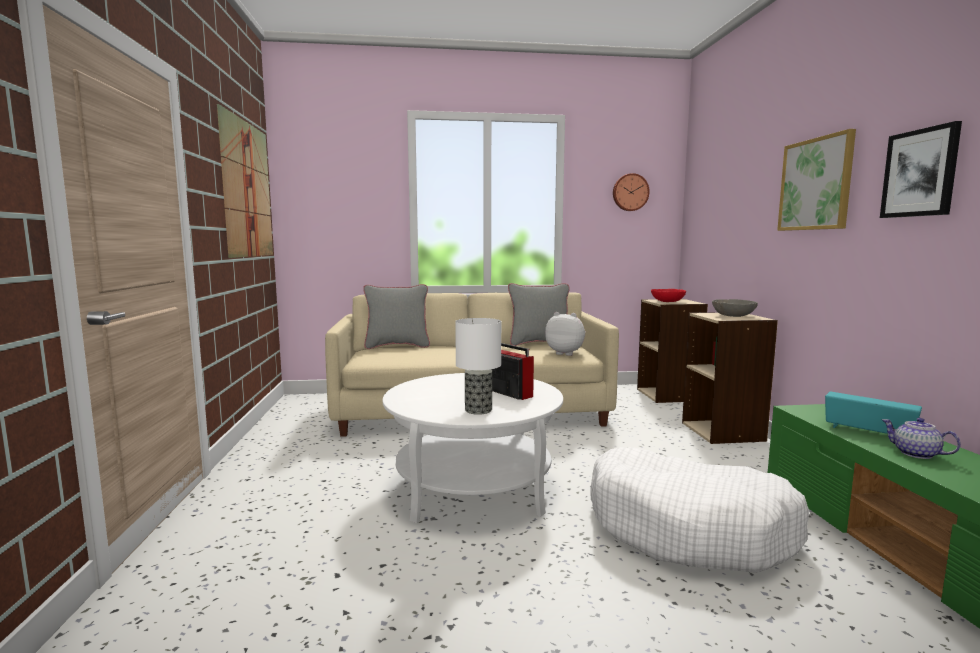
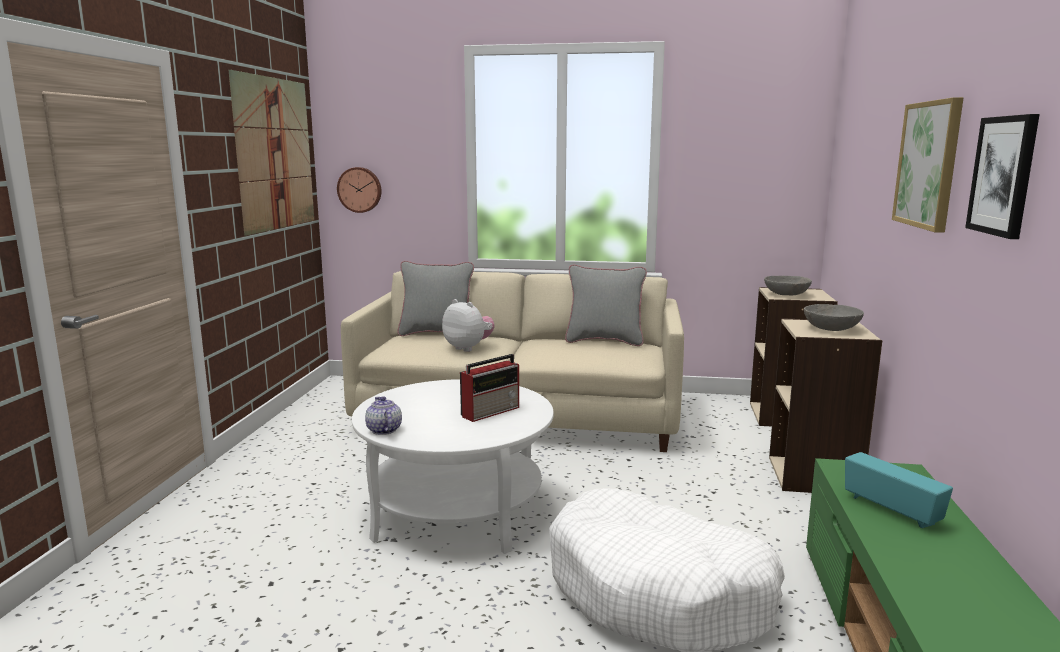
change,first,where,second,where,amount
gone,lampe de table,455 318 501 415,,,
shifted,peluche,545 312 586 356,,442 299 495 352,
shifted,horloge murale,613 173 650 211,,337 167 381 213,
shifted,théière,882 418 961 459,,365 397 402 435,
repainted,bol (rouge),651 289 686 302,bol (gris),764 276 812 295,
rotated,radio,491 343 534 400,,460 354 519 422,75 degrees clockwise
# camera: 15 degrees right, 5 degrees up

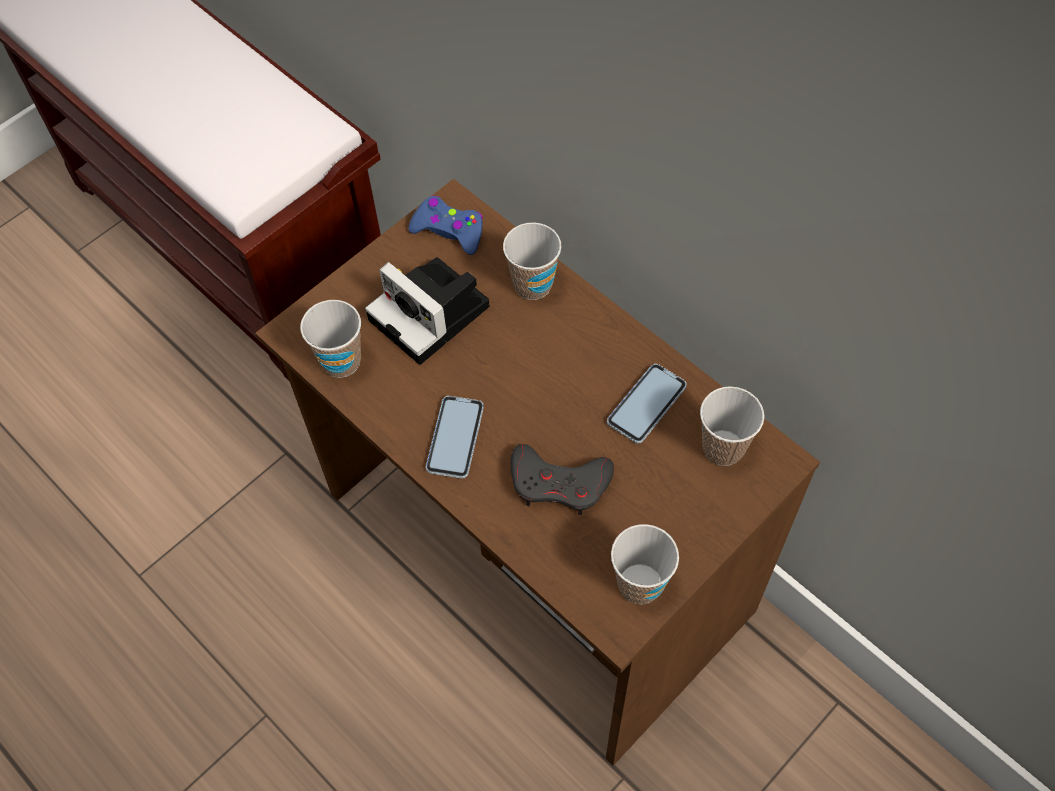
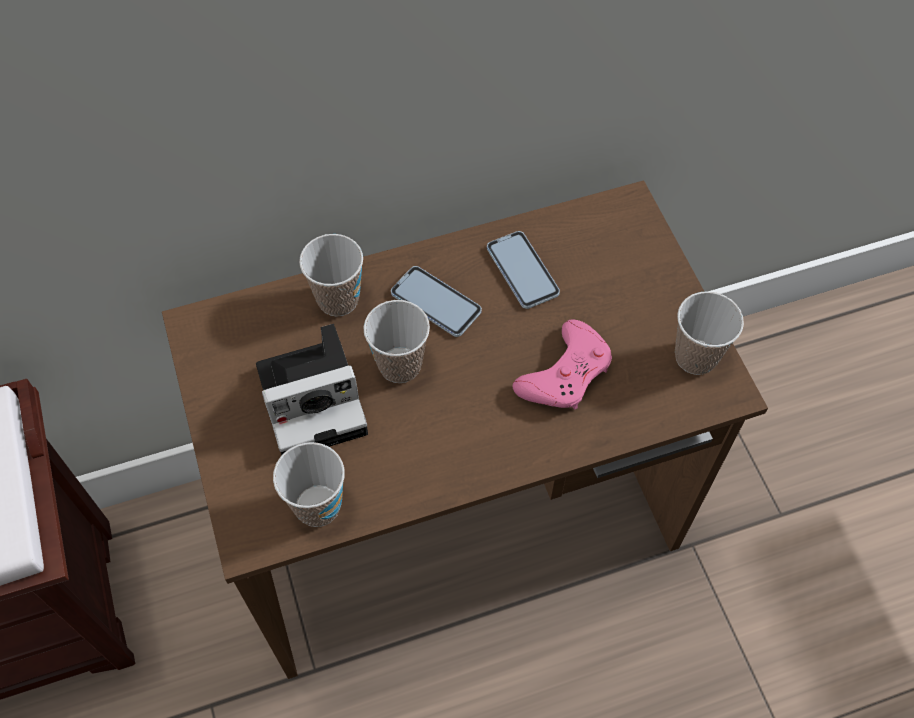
change,first,where,second,where,amount
gone,manette (bleu),409 196 483 255,,,
shifted,téléphone,426 396 484 479,,391 266 482 337,
shifted,tasse,700 386 764 466,,363 300 430 383,
repainted,manette (gris),511 444 614 515,manette (rose),513 319 612 410,
# camera: 65 degrees left, 0 degrees up

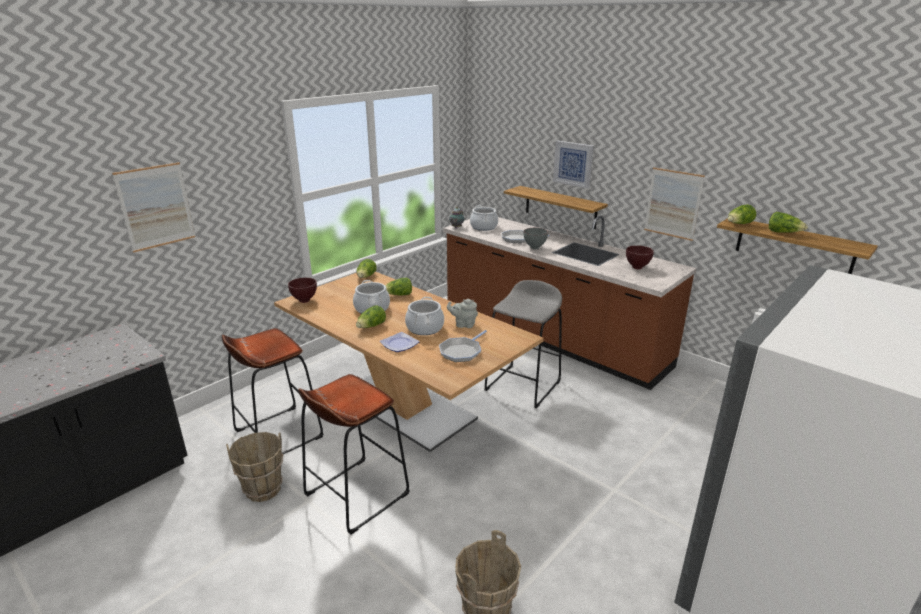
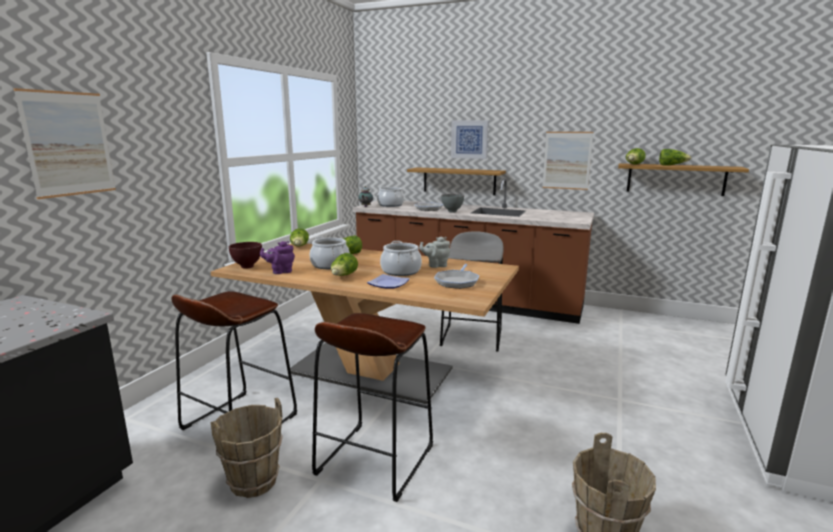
change,first,where,second,where,amount
gone,bol (marron),626 245 654 269,,,
new,,,théière (violet),260 241 295 274,
# camera: 20 degrees left, 10 degrees down

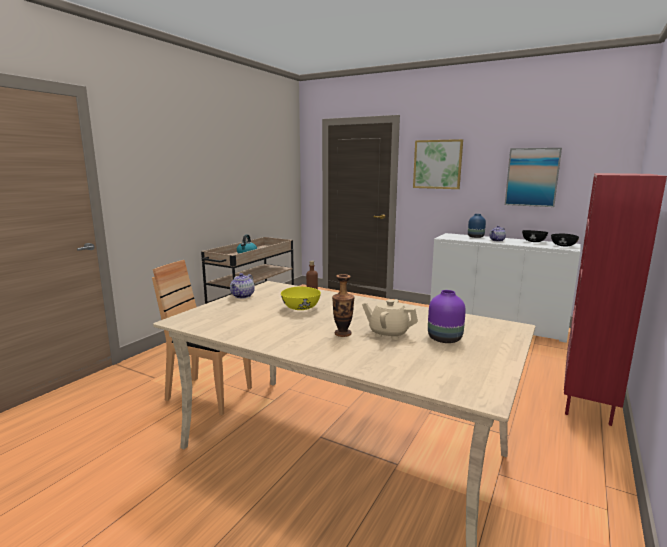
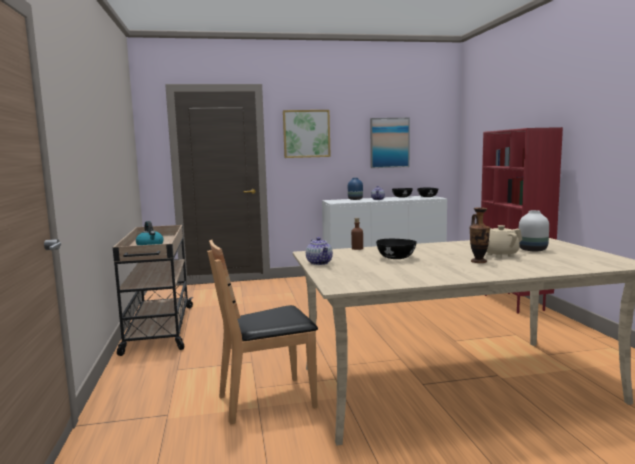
change,first,where,second,where,amount
repainted,bol (jaune),281 286 321 310,bol (noir),376 239 417 259,
repainted,vase (violet),428 290 466 343,vase (blanc),519 210 549 251,
# camera: 40 degrees left, 5 degrees down

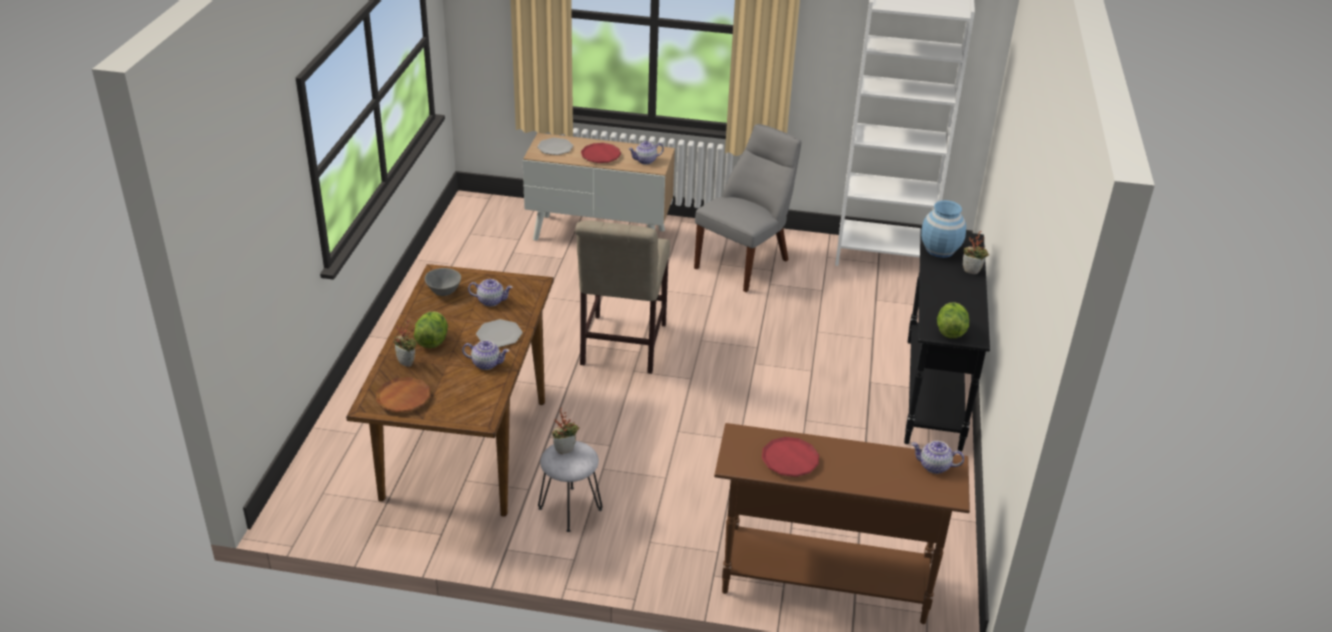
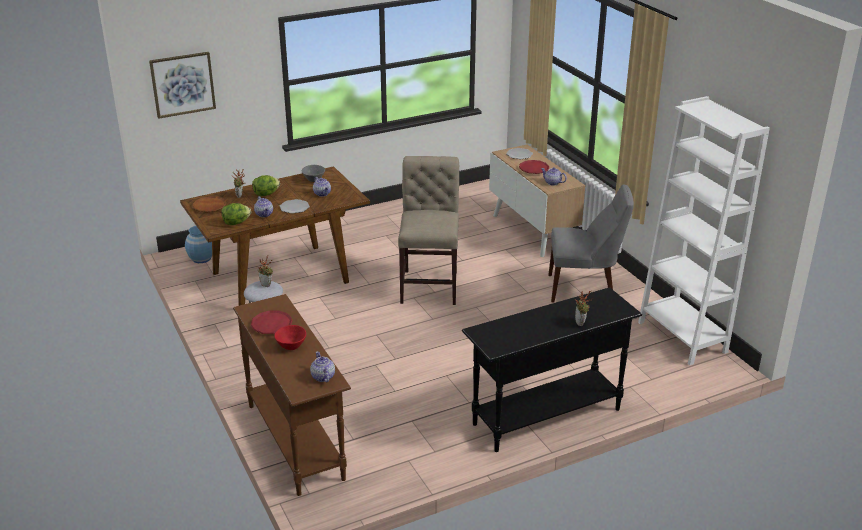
change,first,where,second,where,amount
new,,,tableau,149 52 216 119,
new,,,bol (rouge),274 325 306 350,
shifted,vase (bleu),921 200 966 258,,185 226 212 263,
shifted,laitue,937 302 969 338,,222 203 251 225,
rotated,chaise (beige),575 220 670 374,,398 156 459 305,120 degrees clockwise
# camera: 55 degrees right, 5 degrees down

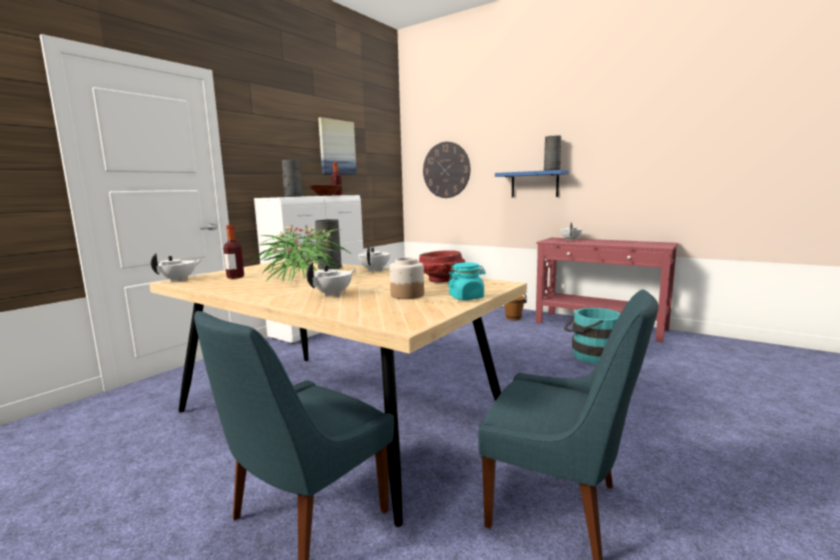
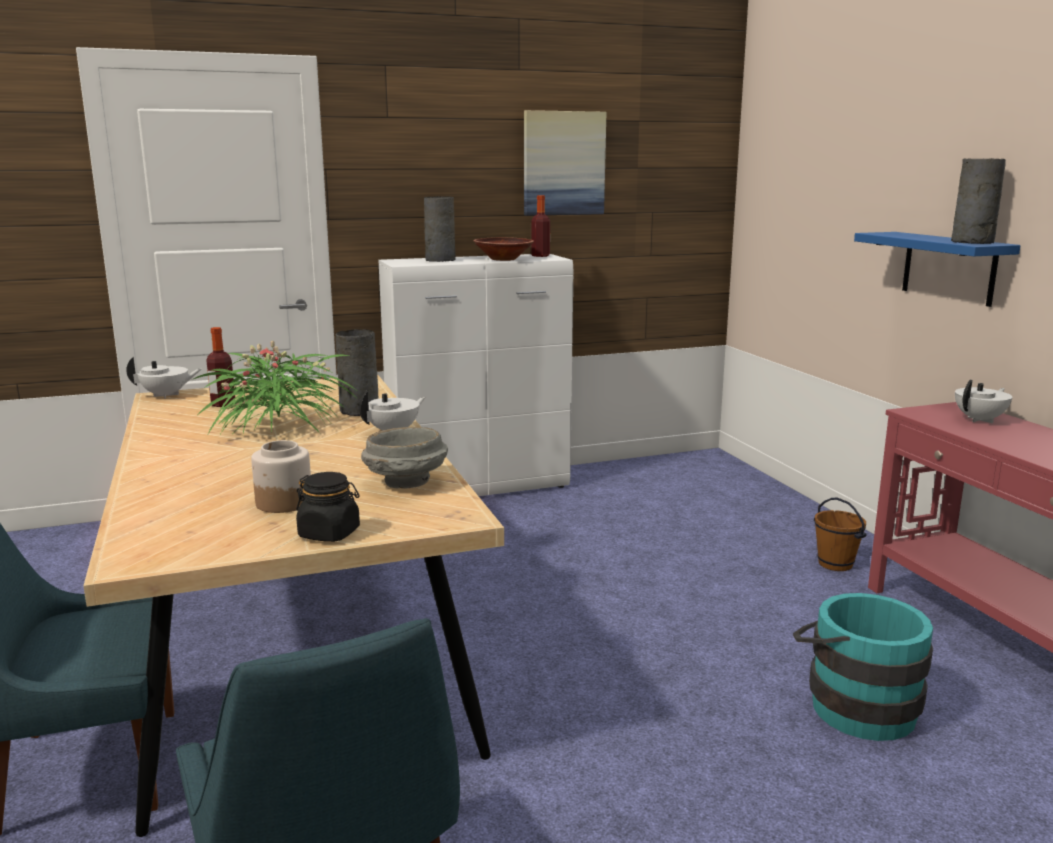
change,first,where,second,where,amount
gone,théière (blanc),307 262 356 297,,,
gone,horloge murale,423 142 470 198,,,
repainted,bol (rouge),418 250 465 283,bol (gris),361 427 448 489,
repainted,bocal (turquoise),448 262 486 300,bocal (noir),296 472 360 542,
# camera: 35 degrees right, 5 degrees up

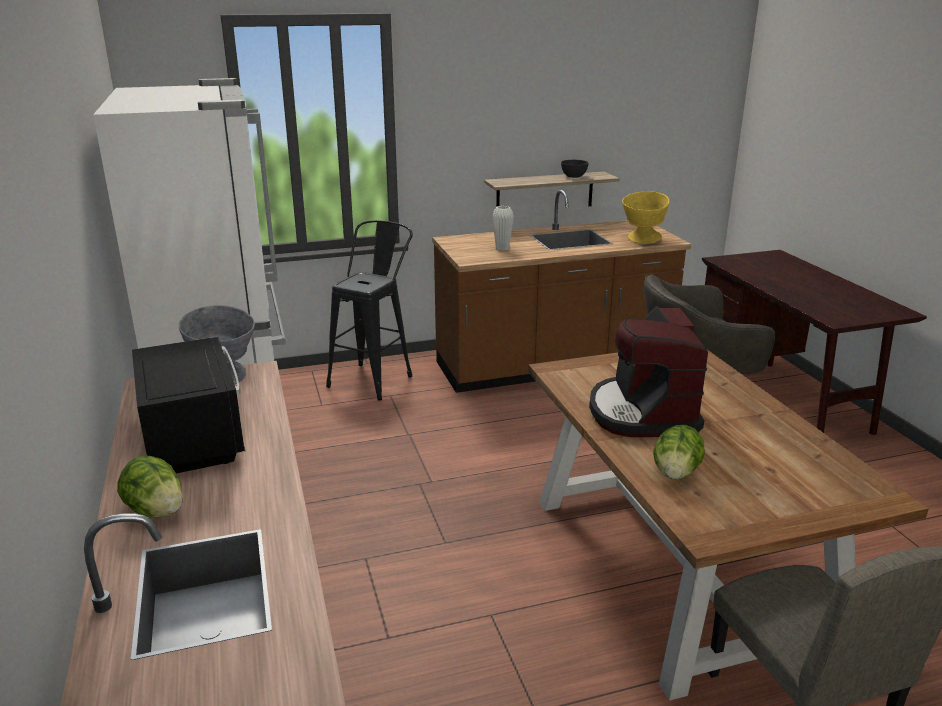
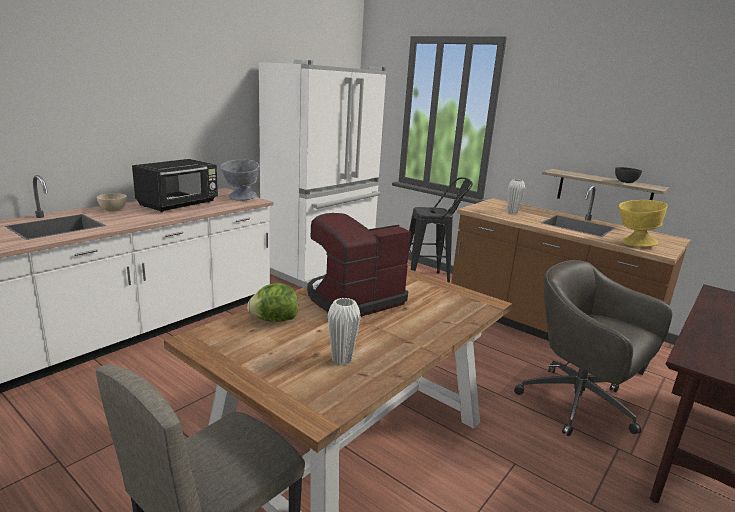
change,first,where,second,where,amount
new,,,vase (blanc),328 298 361 365,
swapped,laitue,117 455 183 518,bol (beige),97 193 127 212,
# camera: 55 degrees right, 5 degrees down

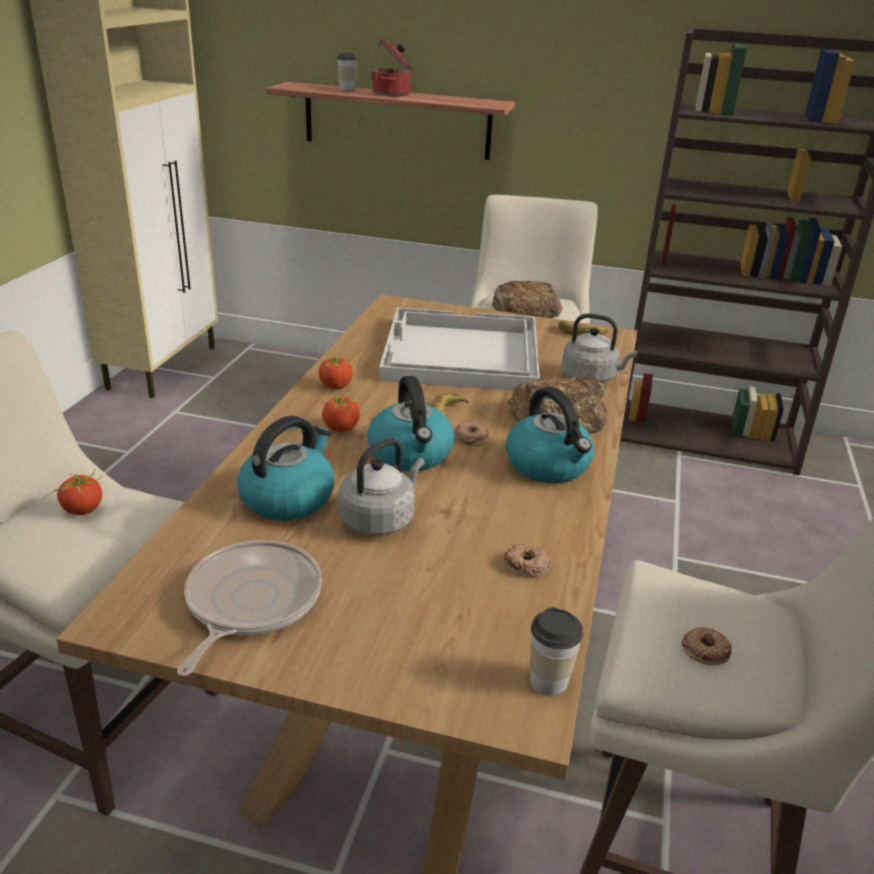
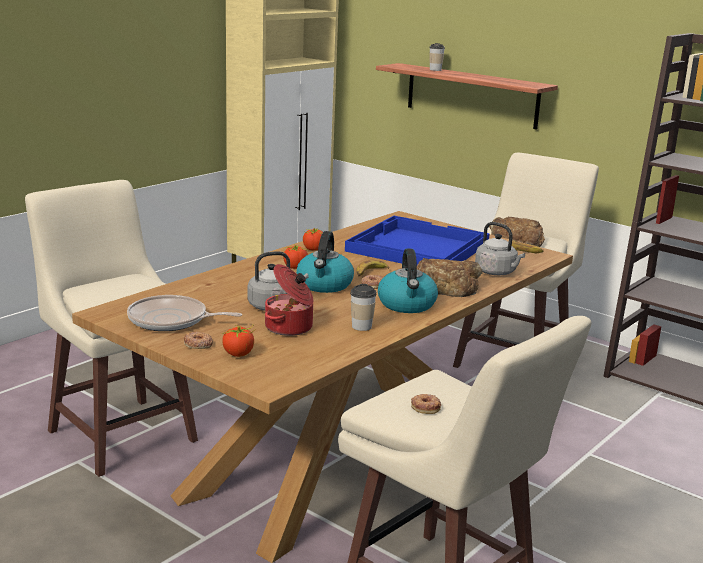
change,first,where,second,where,amount
gone,bouilloire,237 416 335 521,,,
shifted,tomate,54 468 102 515,,221 325 256 357,
shifted,marmite,371 38 411 96,,265 264 313 336,
shifted,beignet,504 544 550 577,,184 331 213 349,
shifted,tasse,530 607 583 696,,350 284 377 331,
repainted,plateau (blanc),379 308 540 391,plateau (bleu),345 216 490 265,
rotated,poêle,177 540 322 676,,127 295 242 331,120 degrees counterclockwise
# camera: 25 degrees right, 10 degrees down

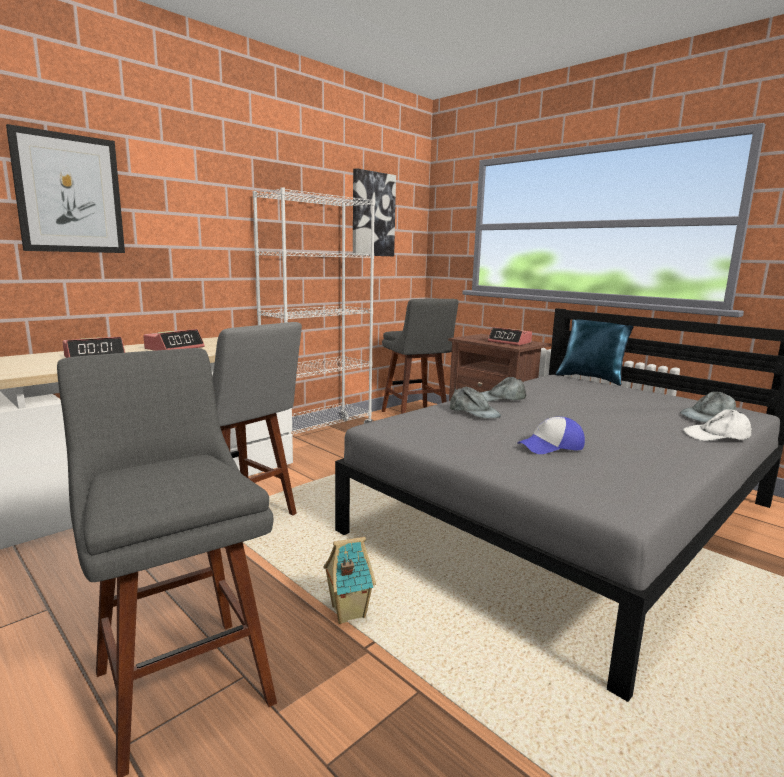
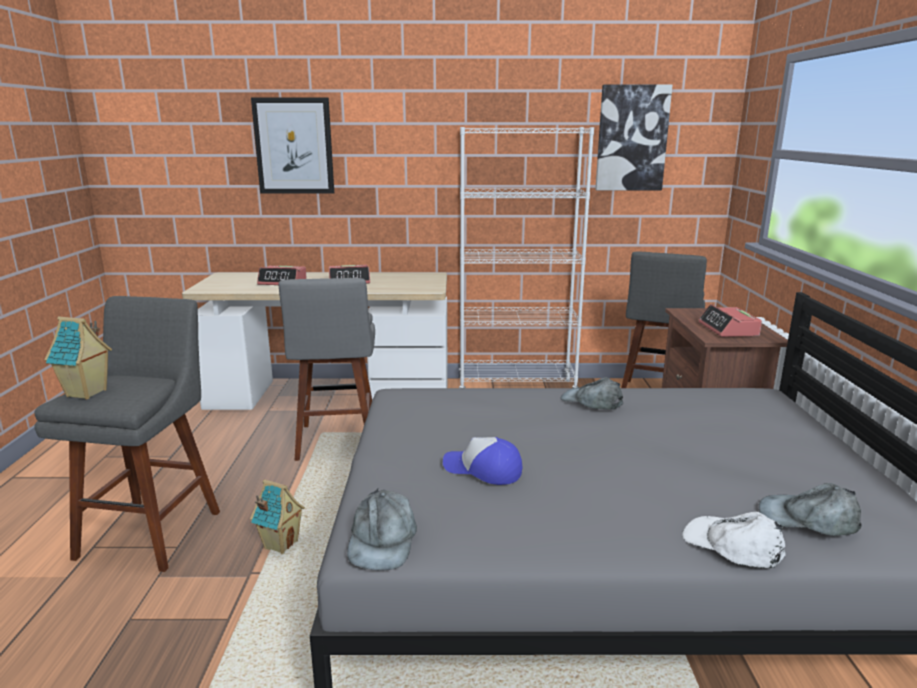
change,first,where,second,where,amount
gone,coussin (bleu),556 320 634 386,,,
new,,,maison miniature,45 316 112 399,
shifted,casquette (gris),450 387 501 419,,347 489 417 571,
# camera: 45 degrees right, 5 degrees up

